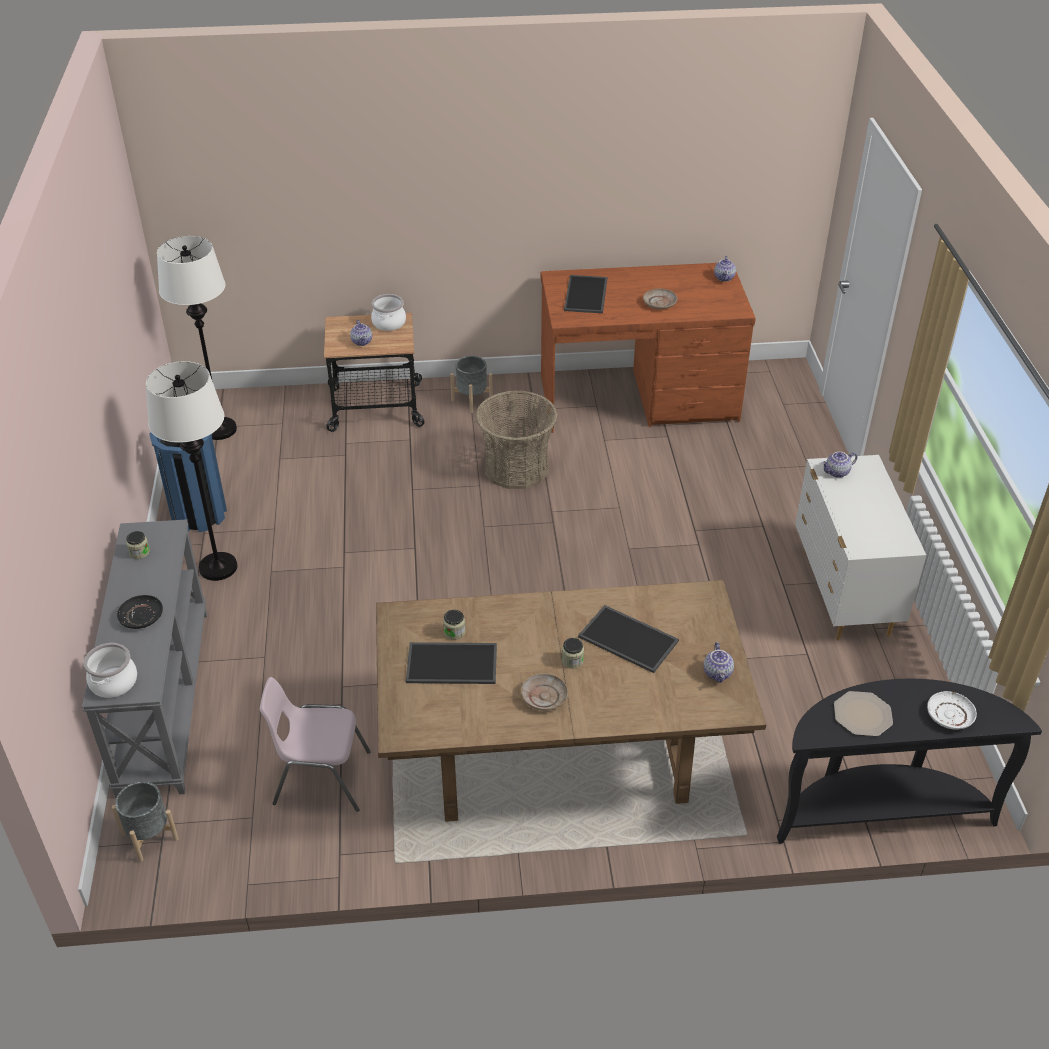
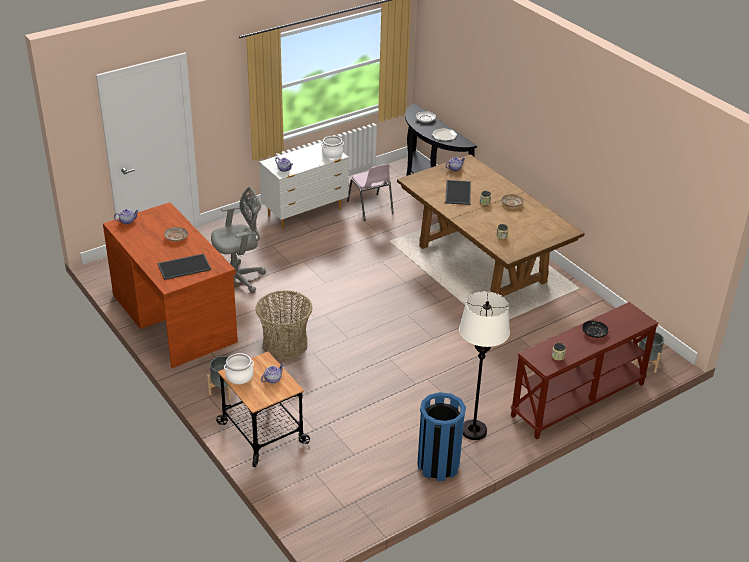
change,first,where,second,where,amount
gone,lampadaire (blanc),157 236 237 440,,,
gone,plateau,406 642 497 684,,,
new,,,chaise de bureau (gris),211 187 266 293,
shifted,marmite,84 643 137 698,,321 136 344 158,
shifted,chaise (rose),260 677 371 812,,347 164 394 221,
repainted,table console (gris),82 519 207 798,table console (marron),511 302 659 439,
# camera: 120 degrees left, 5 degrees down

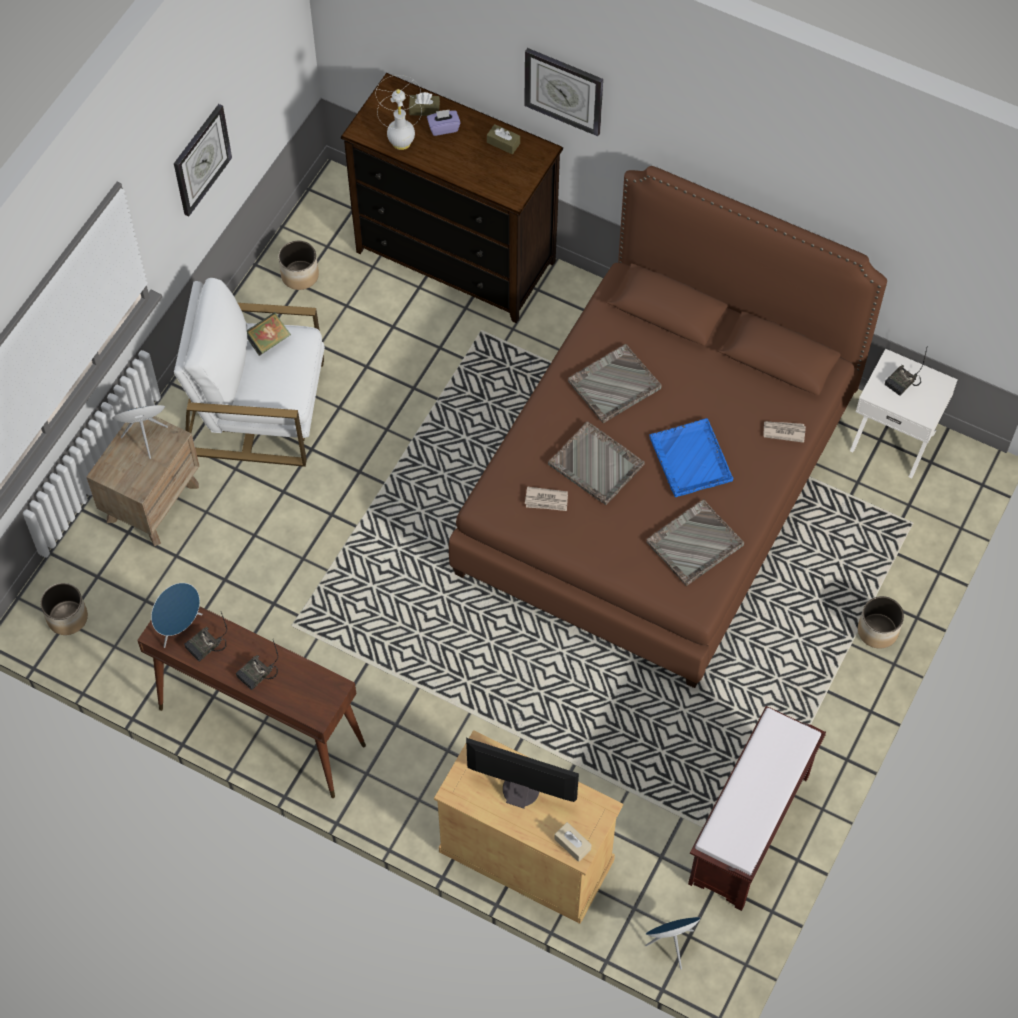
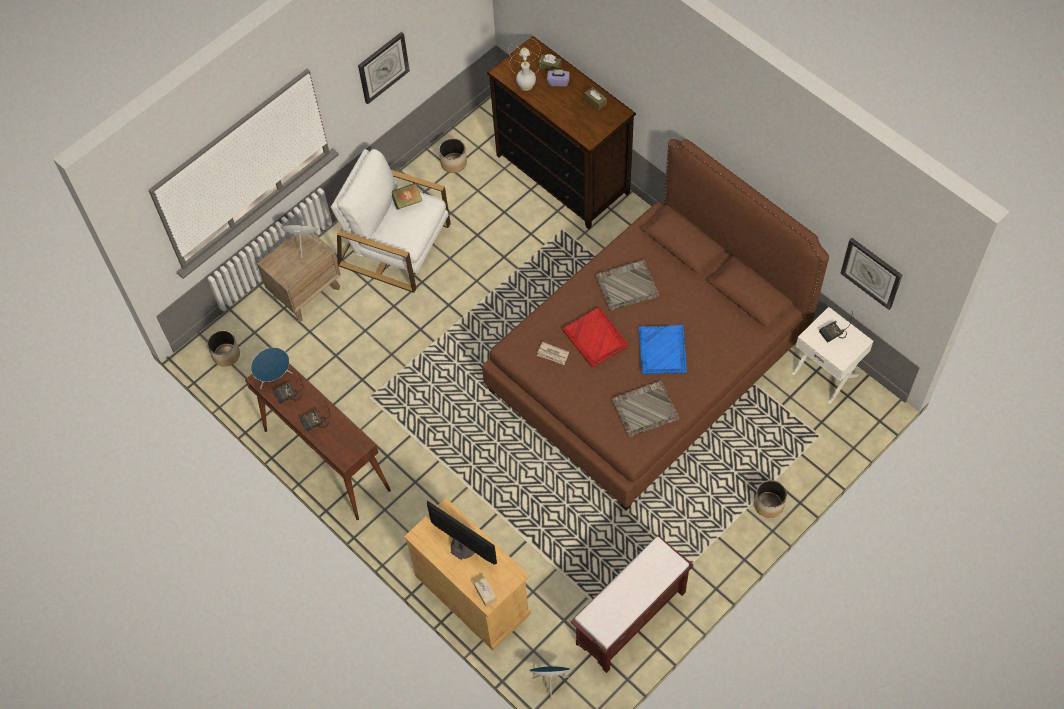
change,first,where,second,where,amount
gone,journal,763 421 806 443,,,
shifted,horloge murale,524 48 603 136,,840 238 902 310,
repainted,plateau (gris),548 421 645 505,plateau (rouge),562 307 629 368,
# camera: 20 degrees right, 0 degrees up

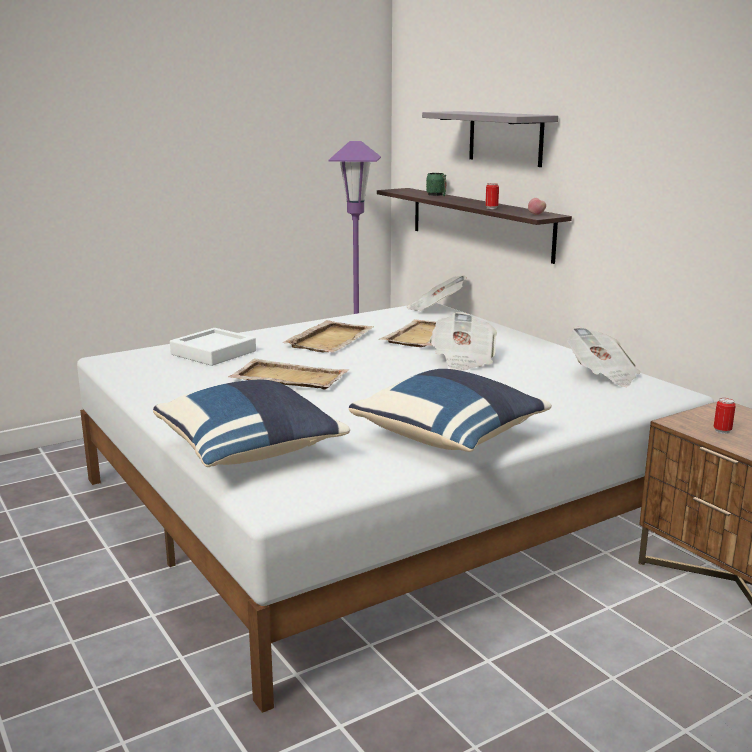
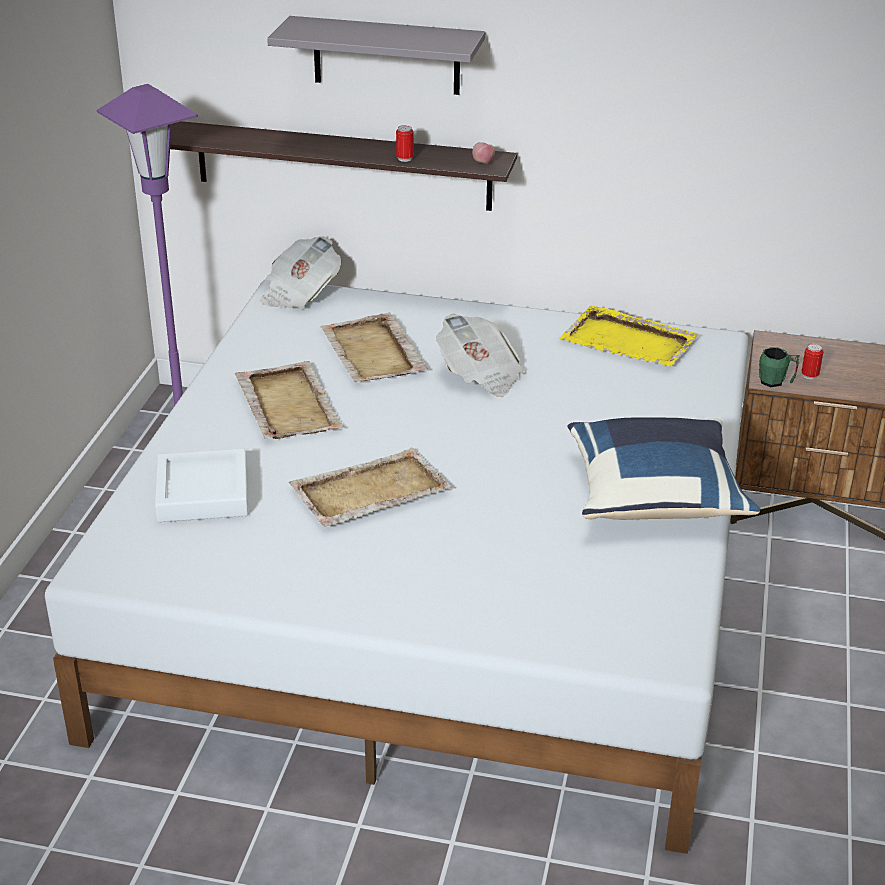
change,first,where,second,where,amount
gone,coussin (bleu),153 380 350 467,,,
shifted,mug (vert),426 173 446 196,,759 347 800 387,
swapped,journal,567 327 640 387,plateau (jaune),559 305 699 366,
# camera: 45 degrees left, 15 degrees up

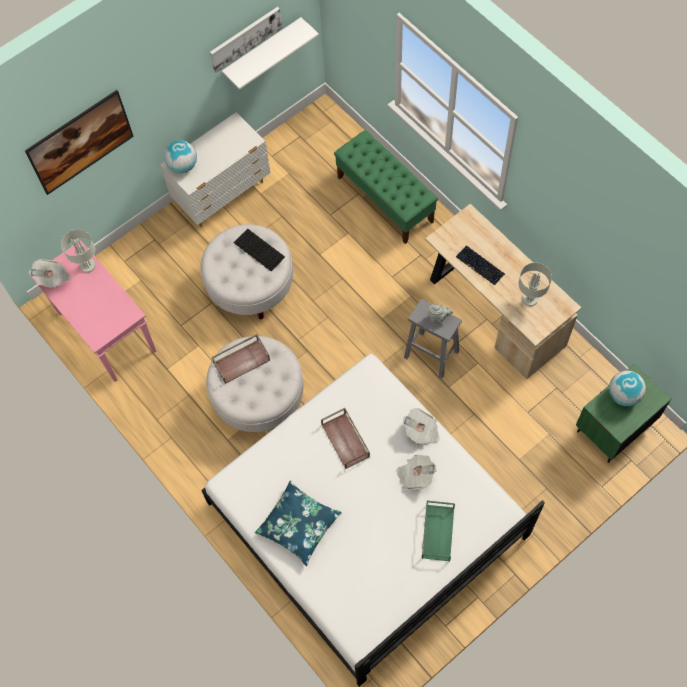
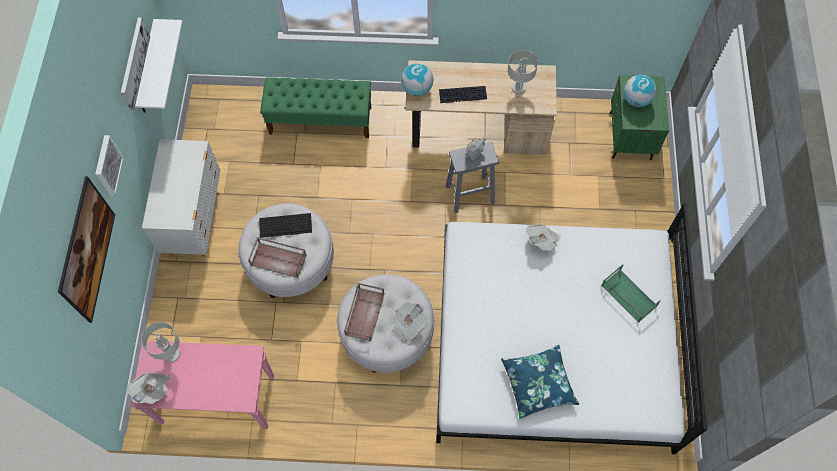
change,first,where,second,where,amount
new,,,tableau,95 135 123 196,
shifted,globe,164 140 197 173,,401 63 434 96,
shifted,plateau (marron),321 408 370 469,,248 237 307 278,
shifted,journal,396 455 436 490,,391 302 428 343,
# camera: 50 degrees left, 0 degrees up

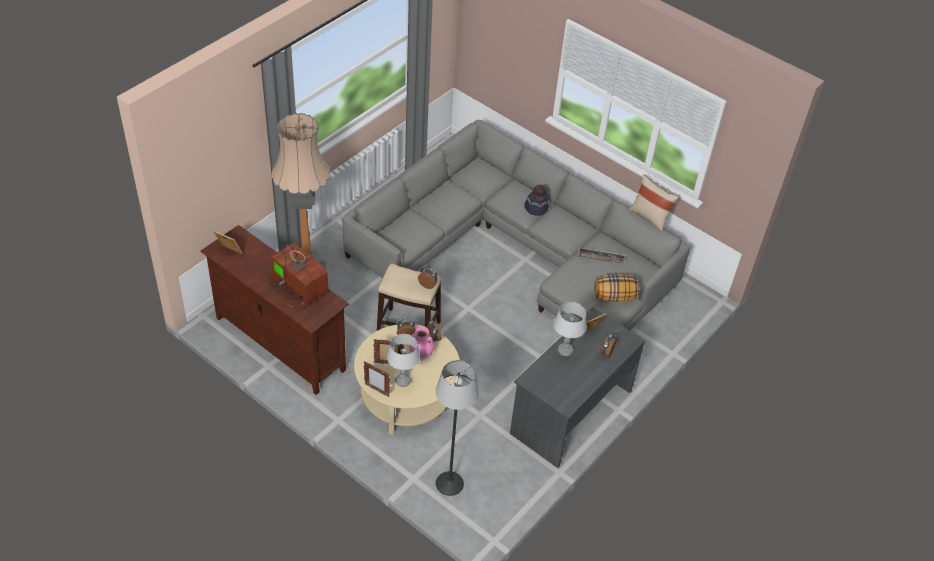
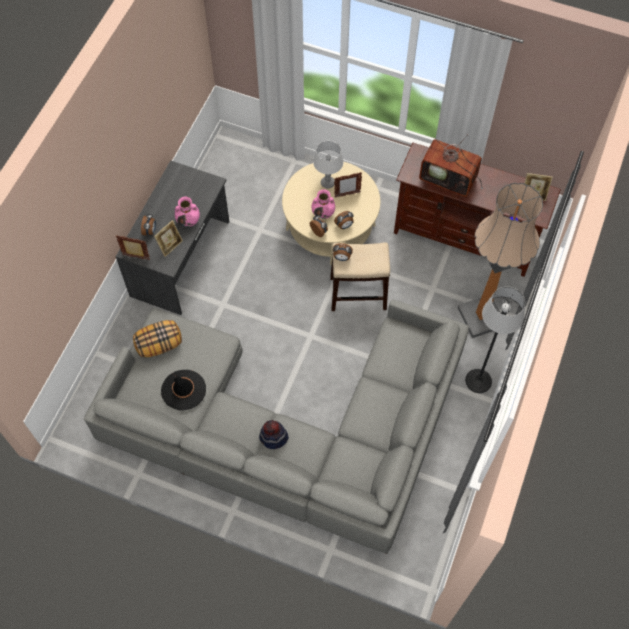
change,first,where,second,where,amount
gone,coussin (beige),629 174 679 232,,,
shifted,cadre photo,364 361 390 397,,116 235 150 260,
shifted,lampadaire,436 360 479 496,,465 287 525 393,
swapped,lampe de table (gris),554 302 587 356,vase (rose),175 197 200 227,
swapped,plateau,578 247 625 263,chapeau (noir),161 370 206 411,
# camera: 165 degrees right, 15 degrees up

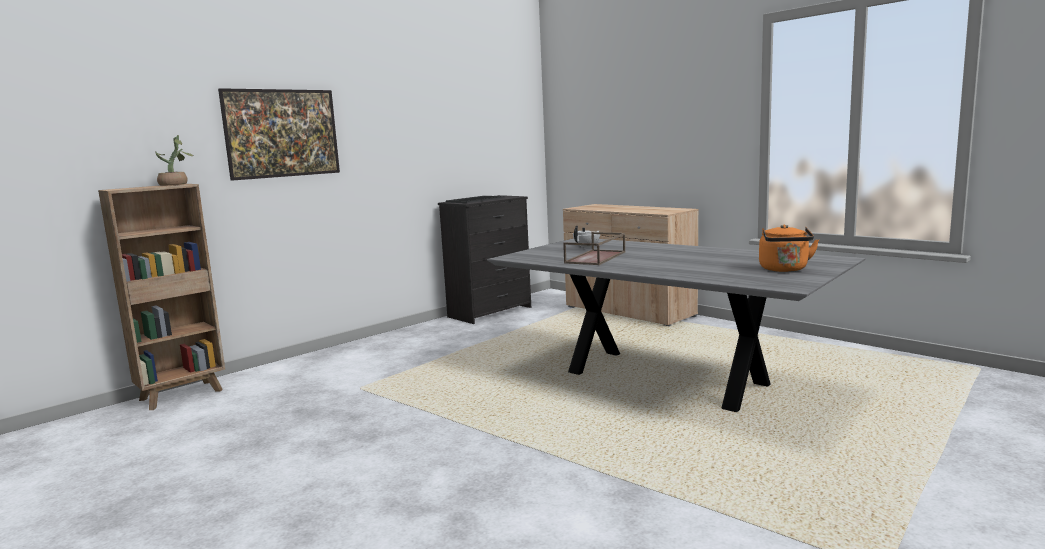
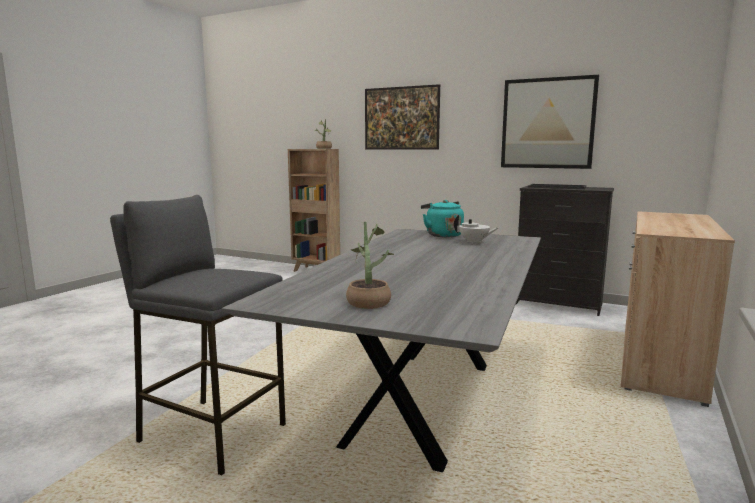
change,first,where,second,where,amount
gone,plateau (marron),563 232 625 265,,,
new,,,tabouret (gris),110 195 286 475,
new,,,bouilloire (turquoise),421 200 464 237,
new,,,tableau,501 75 599 169,
swapped,bouilloire (orange),759 224 819 272,plante en pot,346 222 395 309,
# camera: 70 degrees right, 0 degrees up

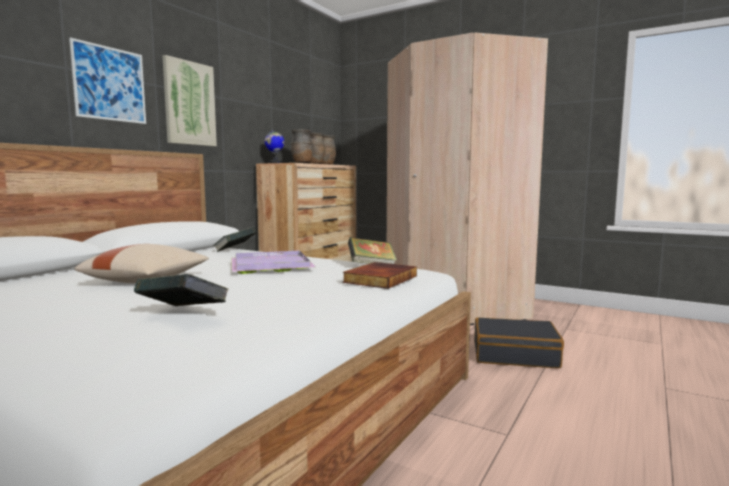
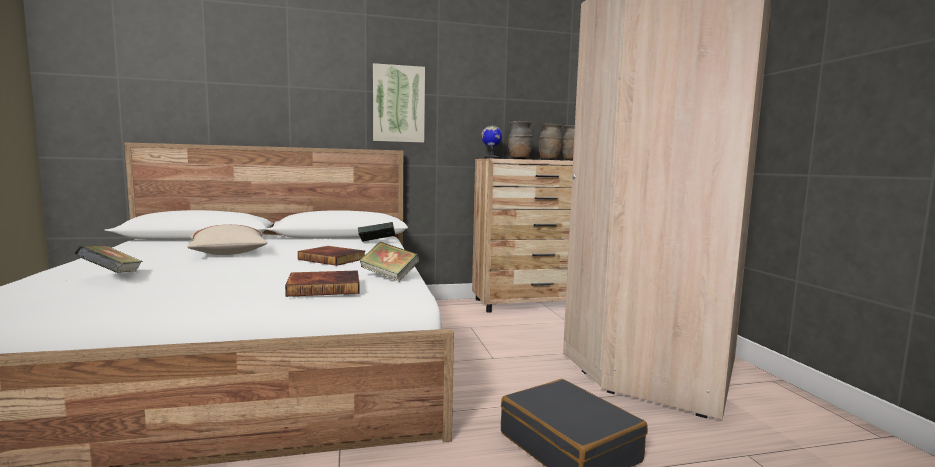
change,first,where,second,where,amount
gone,tableau,69 37 146 124,,,
swapped,plateau (violet),231 251 316 274,livre,298 246 365 266,
# camera: 45 degrees right, 0 degrees up

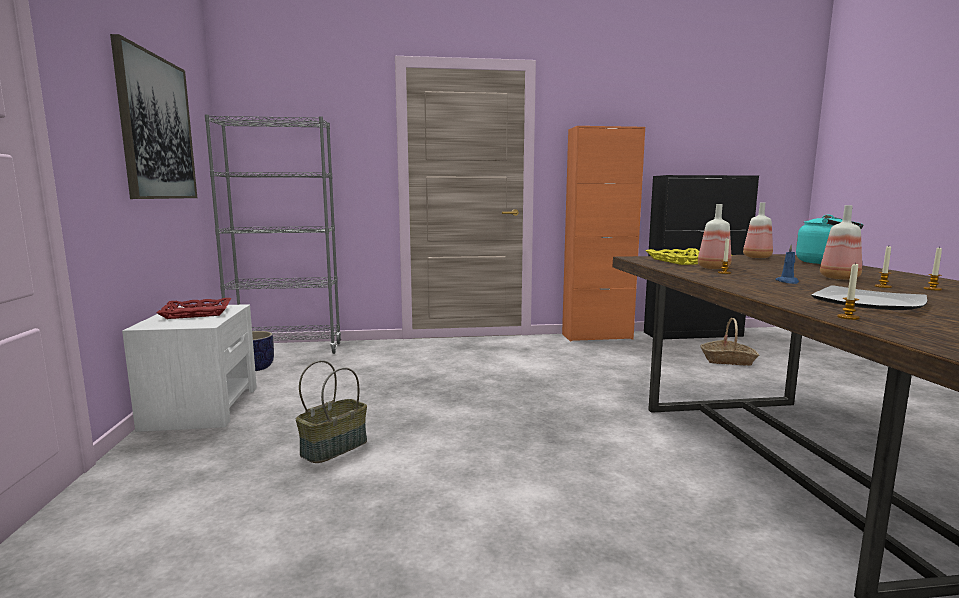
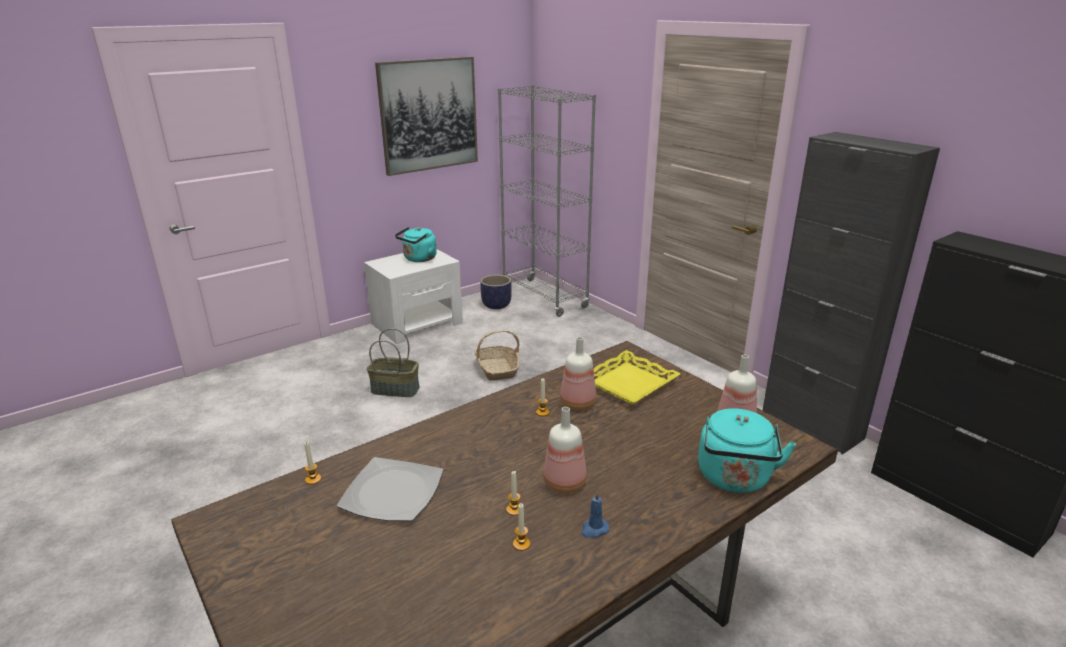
change,first,where,second,where,amount
shifted,panier,700 318 760 366,,474 330 520 381,
shifted,bougie (bleu),775 244 799 284,,581 491 609 538,
swapped,plateau (rouge),157 298 231 319,bouilloire (turquoise),395 227 437 262,
repainted,meuble de rangement (orange),562 126 645 342,meuble de rangement (noir),762 132 940 455,
# camera: 60 degrees right, 15 degrees up

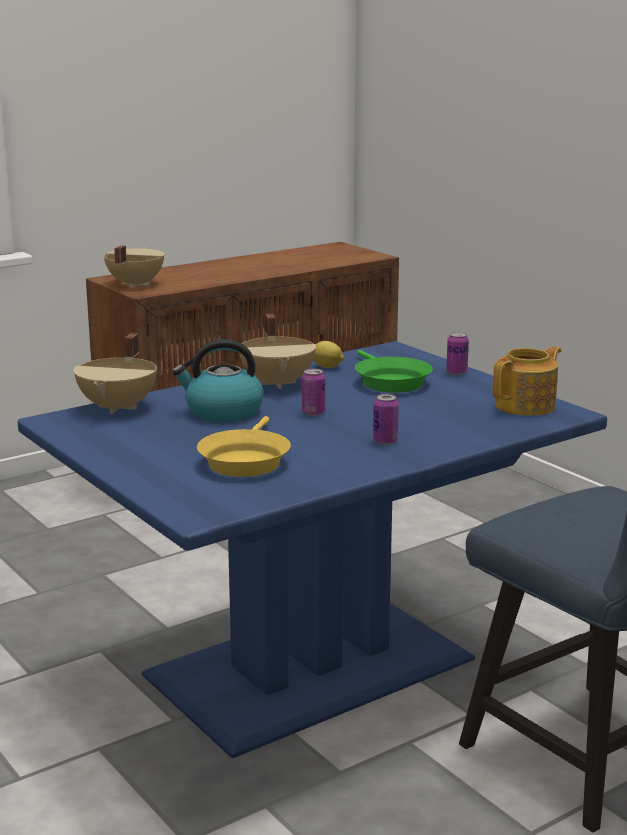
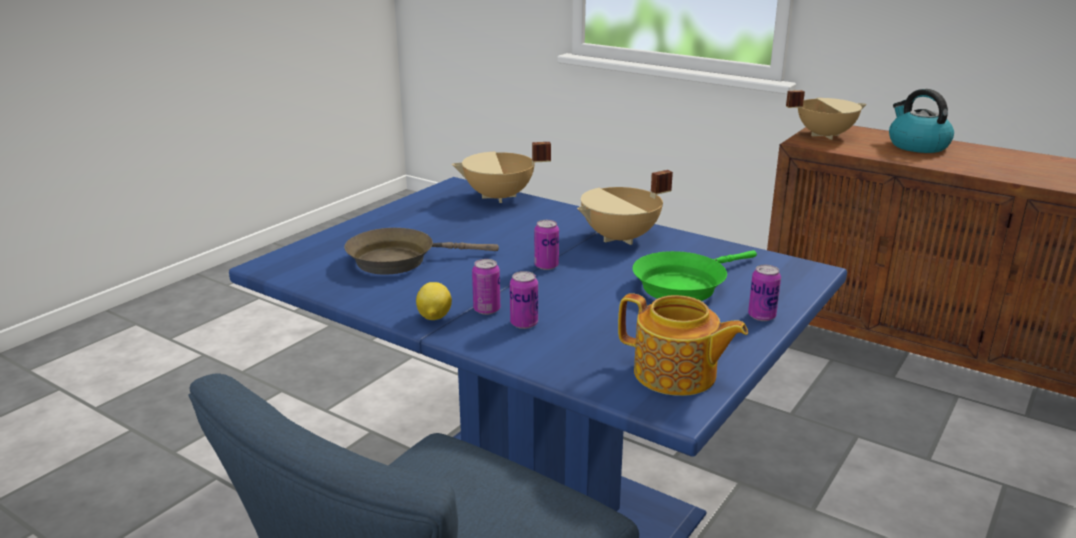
change,first,where,second,where,amount
new,,,boîte métallique,510 271 538 329,
shifted,bouilloire,172 339 264 422,,889 89 954 153,
shifted,citron,313 341 344 368,,416 282 452 320,
repainted,poêle (jaune),197 416 291 477,poêle (marron),344 228 499 275,
# camera: 70 degrees right, 5 degrees up

